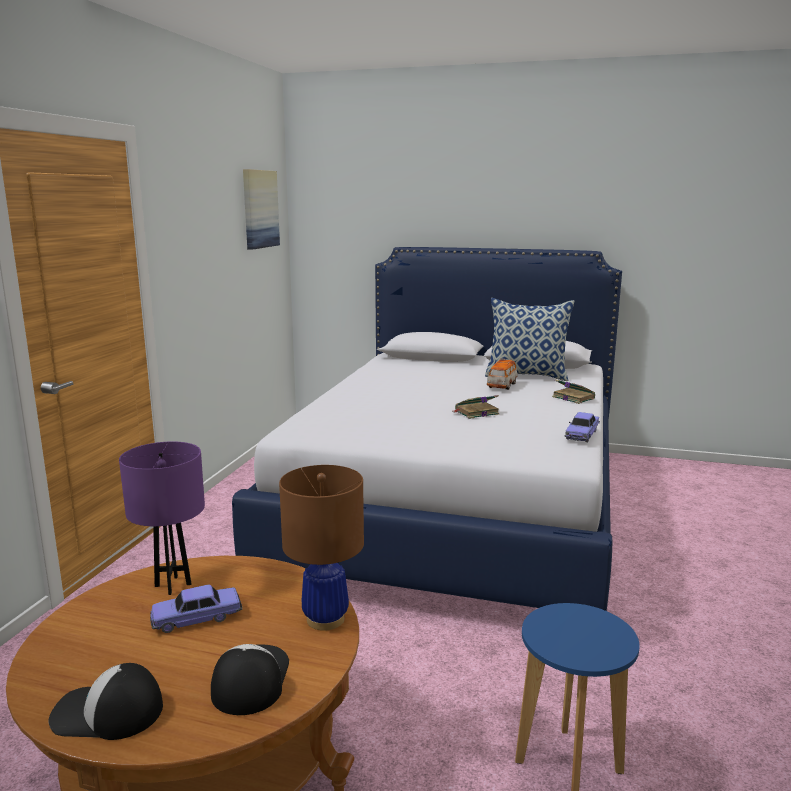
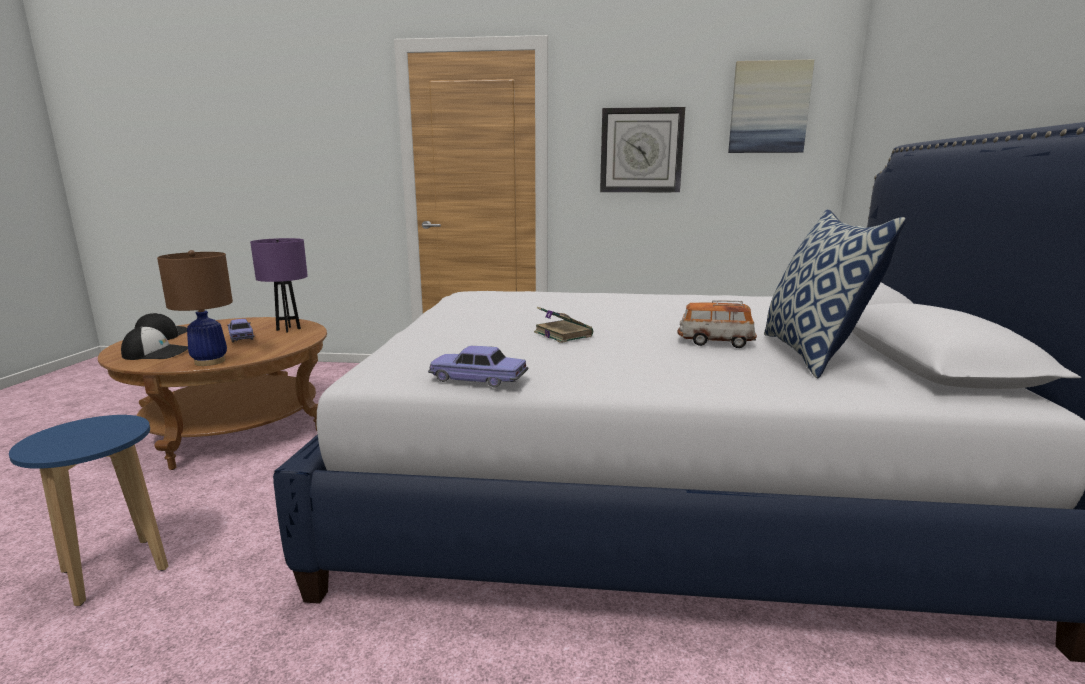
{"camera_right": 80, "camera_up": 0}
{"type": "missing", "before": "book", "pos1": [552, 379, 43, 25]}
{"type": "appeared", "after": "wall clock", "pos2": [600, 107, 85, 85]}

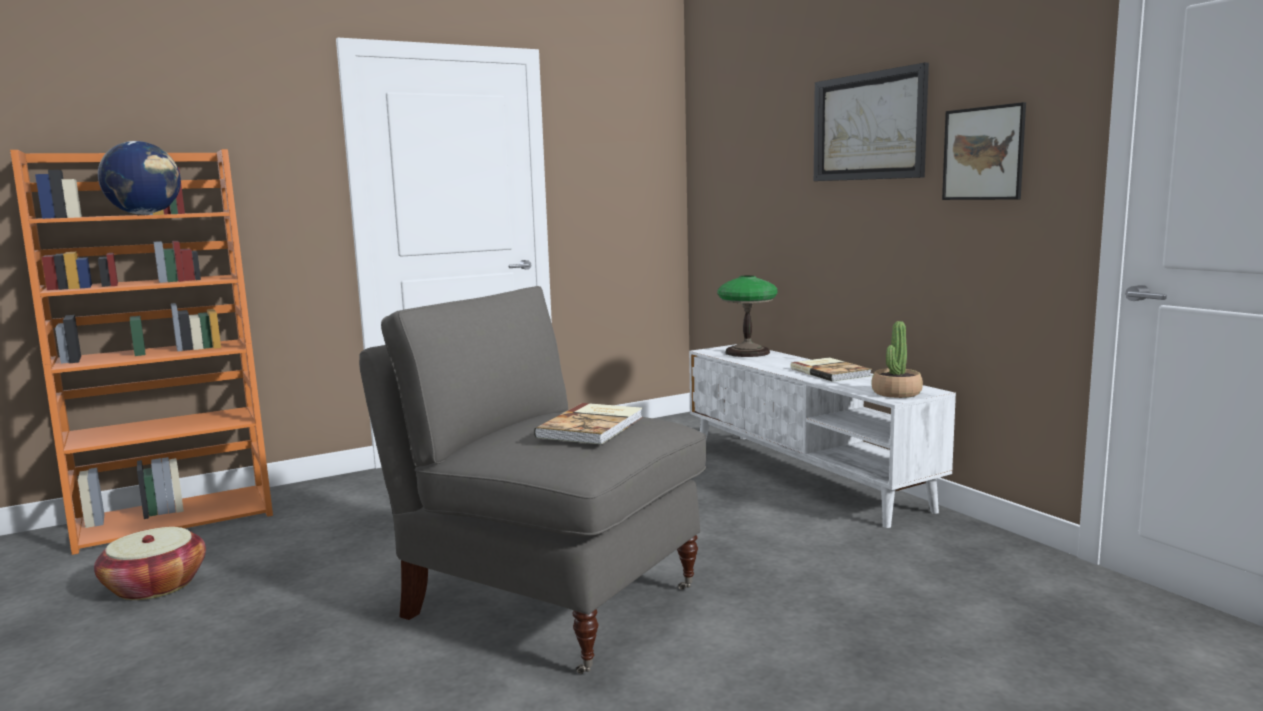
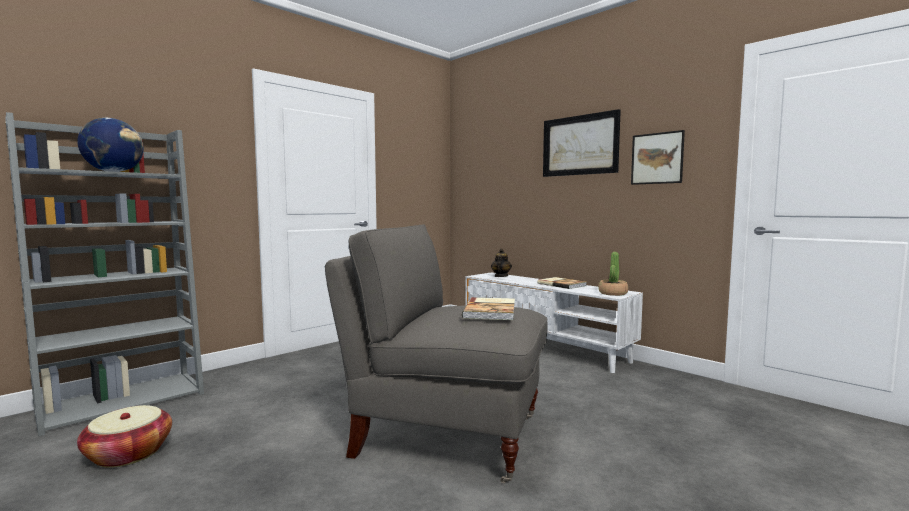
{"camera_right": -15, "camera_up": -5}
{"type": "colour", "before": "orange bookcase", "after": "grey bookcase", "pos1": [10, 149, 263, 406], "pos2": [5, 112, 199, 324]}
{"type": "exchanged", "before": "table lamp", "after": "teapot", "pos1": [717, 275, 61, 82], "pos2": [491, 249, 21, 28]}

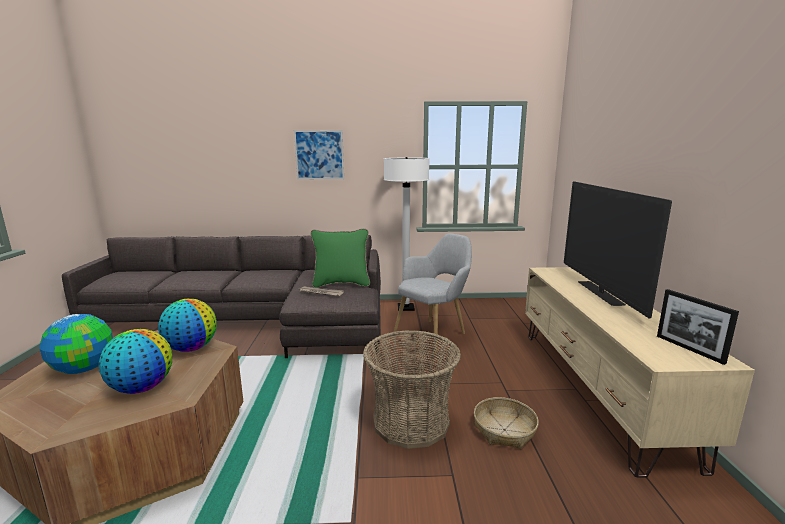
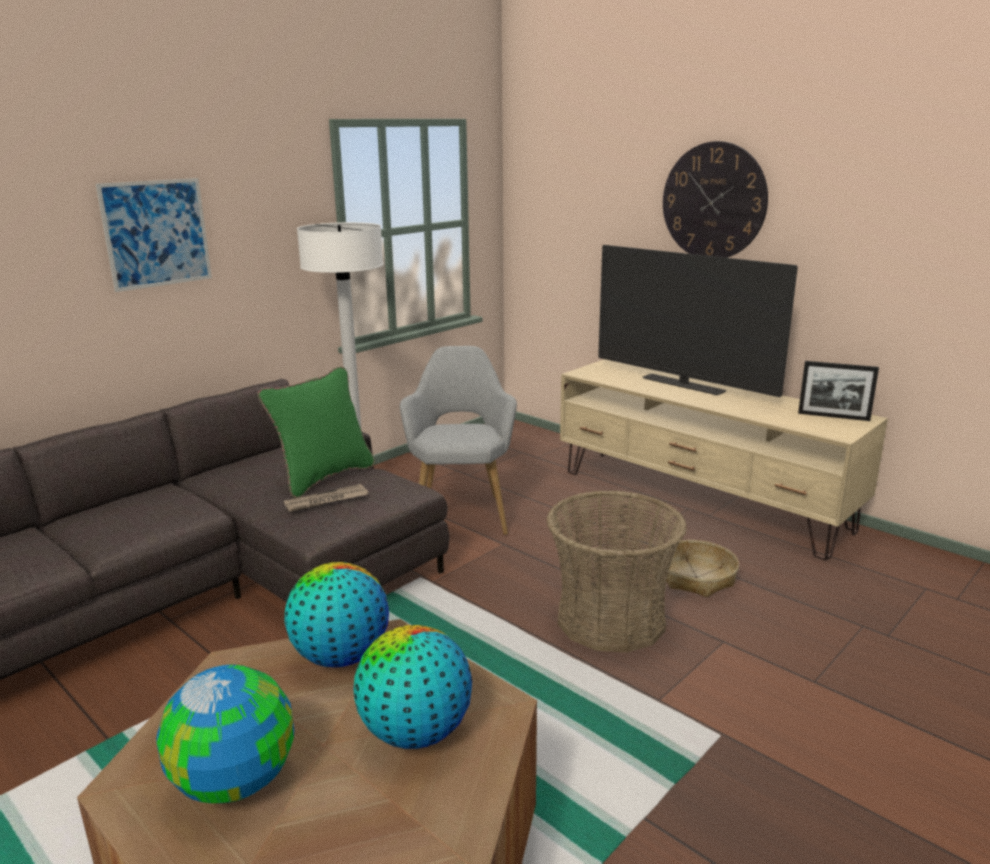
{"camera_right": -45, "camera_up": 5}
{"type": "appeared", "after": "wall clock", "pos2": [663, 141, 105, 117]}

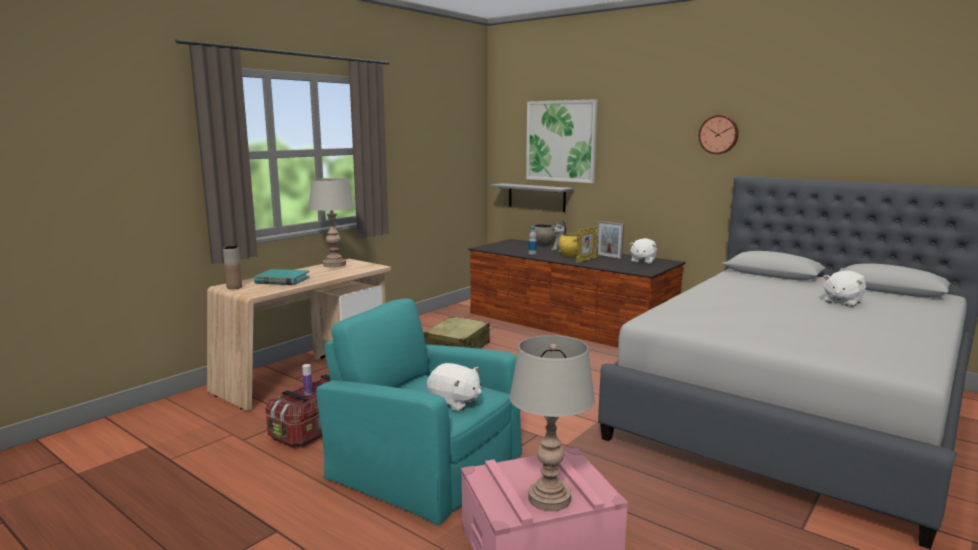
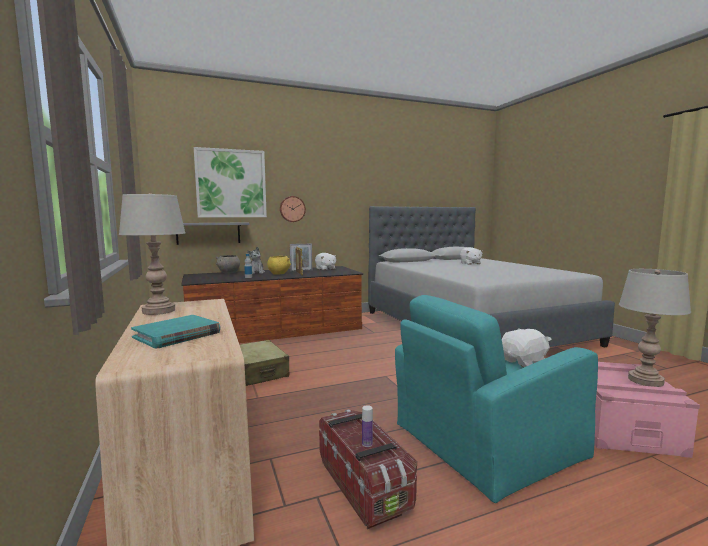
{"camera_right": -60, "camera_up": -5}
{"type": "missing", "before": "brown vase", "pos1": [223, 246, 19, 43]}
{"type": "relocated", "before": "wall clock", "pos1": [699, 115, 40, 39], "pos2": [280, 196, 26, 26]}

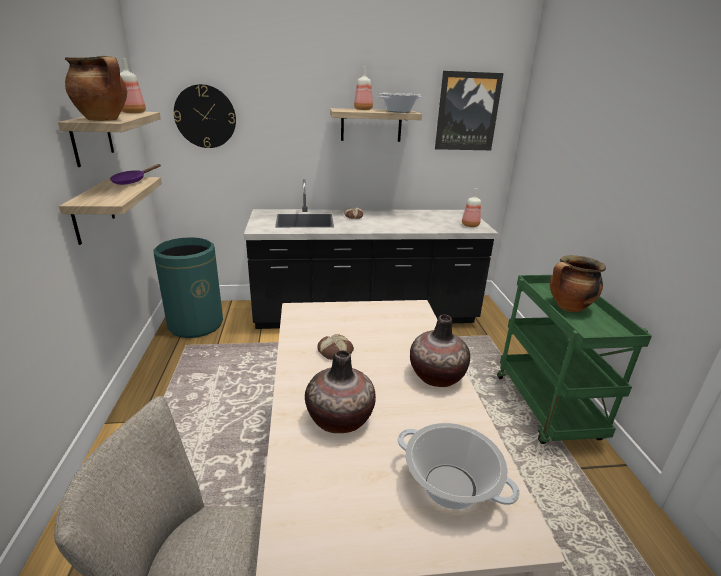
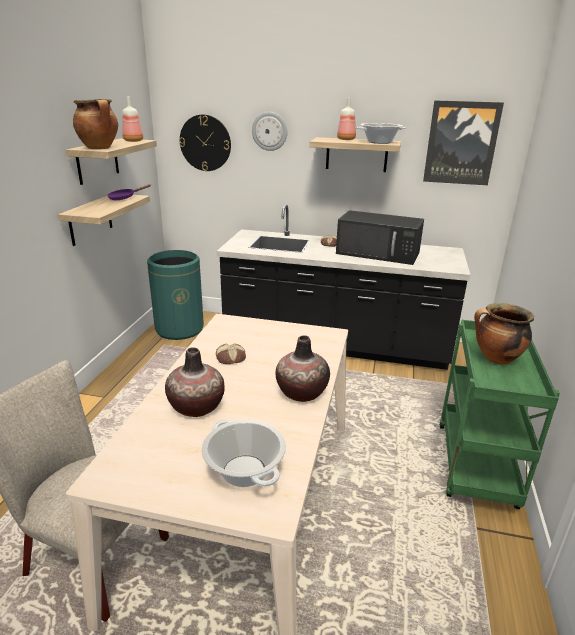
{"camera_right": 20, "camera_up": 0}
{"type": "missing", "before": "bottle", "pos1": [462, 188, 19, 39]}
{"type": "appeared", "after": "wall clock", "pos2": [252, 112, 36, 39]}
{"type": "appeared", "after": "black microwave", "pos2": [336, 210, 88, 55]}

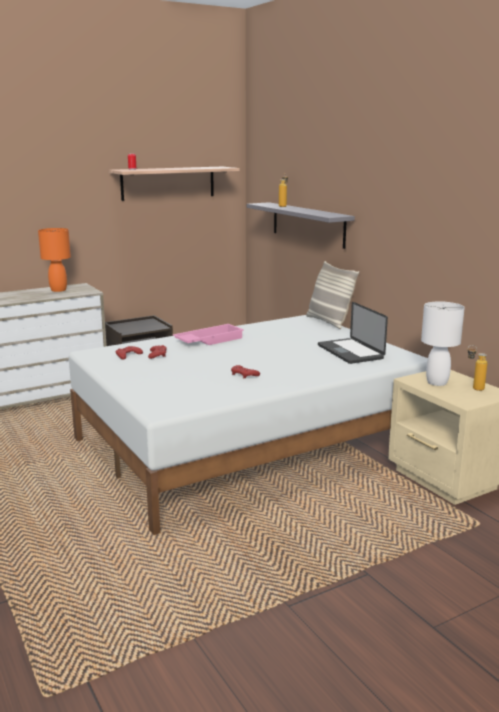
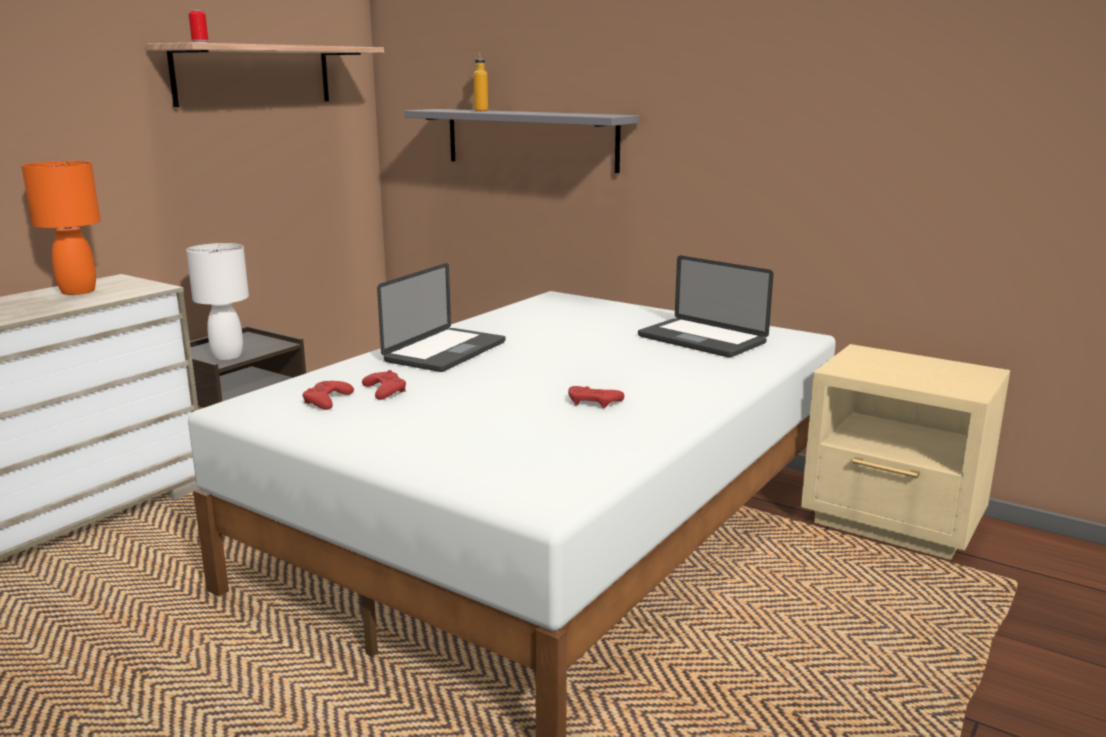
{"camera_right": -25, "camera_up": 0}
{"type": "exchanged", "before": "pink tray", "after": "laptop", "pos1": [173, 324, 71, 21], "pos2": [377, 263, 128, 109]}
{"type": "missing", "before": "pillow", "pos1": [306, 261, 53, 68]}
{"type": "relocated", "before": "white table lamp", "pos1": [421, 301, 44, 85], "pos2": [186, 243, 63, 117]}
{"type": "missing", "before": "bottle", "pos1": [467, 345, 20, 46]}

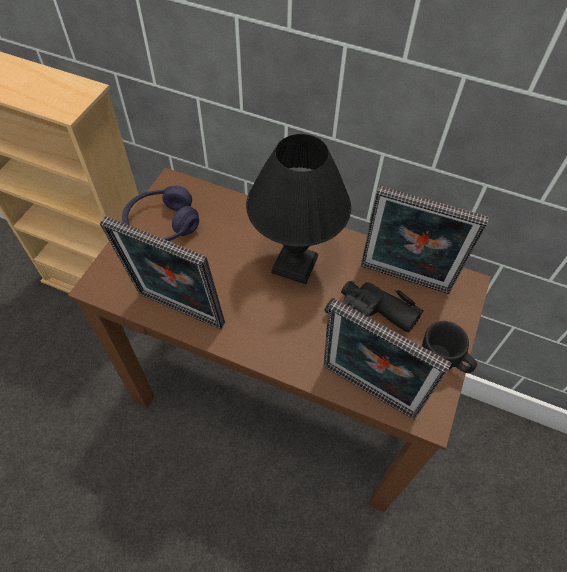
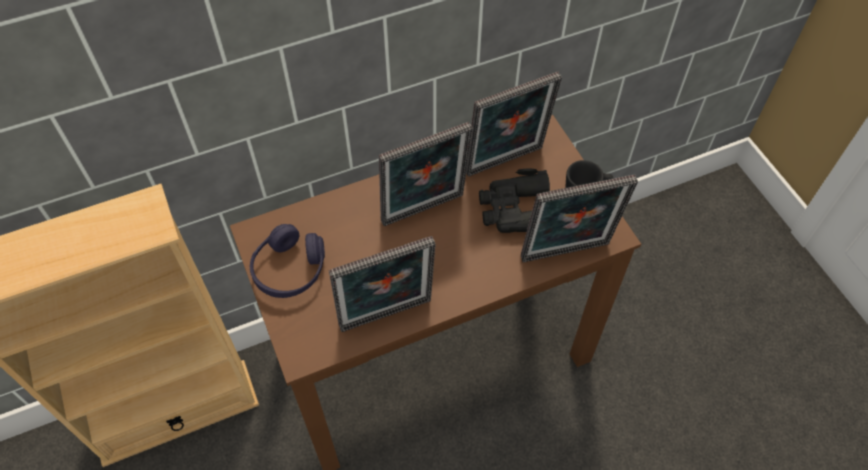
{"camera_right": -45, "camera_up": 0}
{"type": "exchanged", "before": "black table lamp", "after": "picture frame", "pos1": [246, 134, 105, 150], "pos2": [379, 122, 94, 104]}

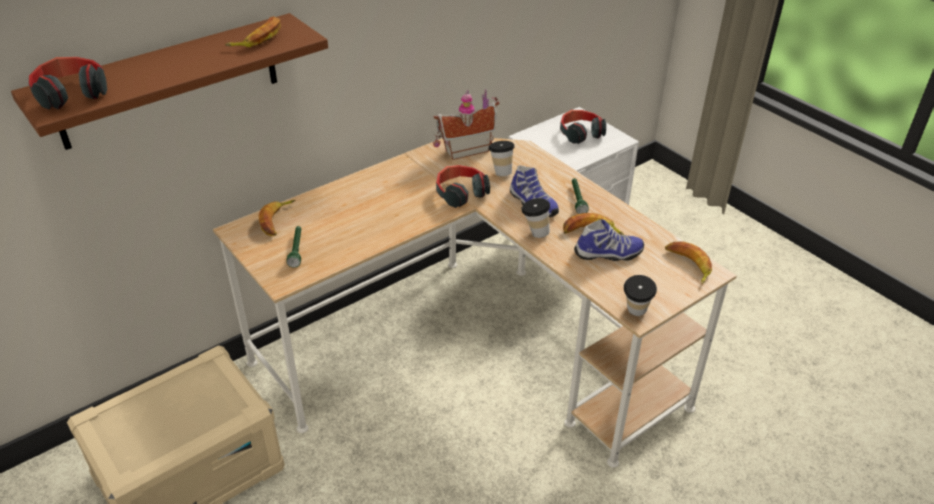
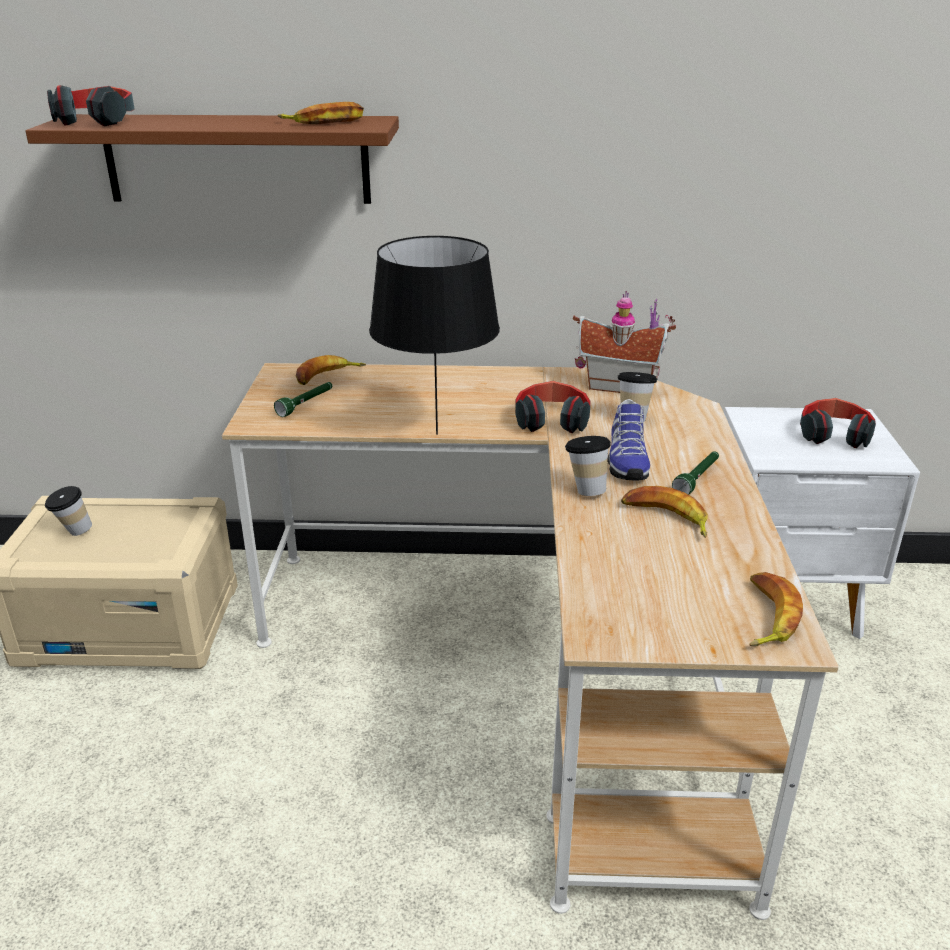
{"camera_right": 40, "camera_up": -10}
{"type": "missing", "before": "shoe", "pos1": [574, 219, 70, 42]}
{"type": "relocated", "before": "cup", "pos1": [624, 275, 33, 41], "pos2": [45, 486, 47, 50]}
{"type": "appeared", "after": "black table lamp", "pos2": [369, 236, 131, 199]}

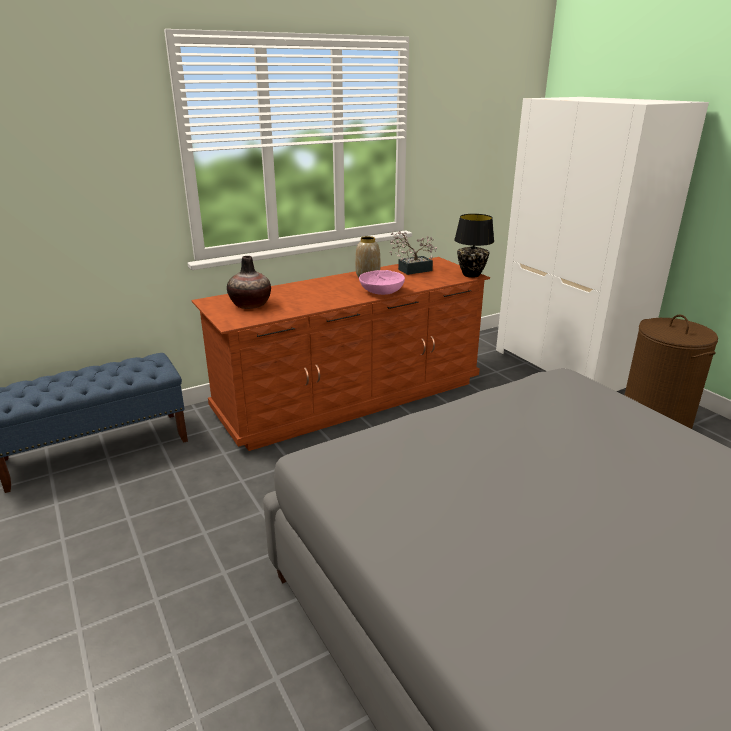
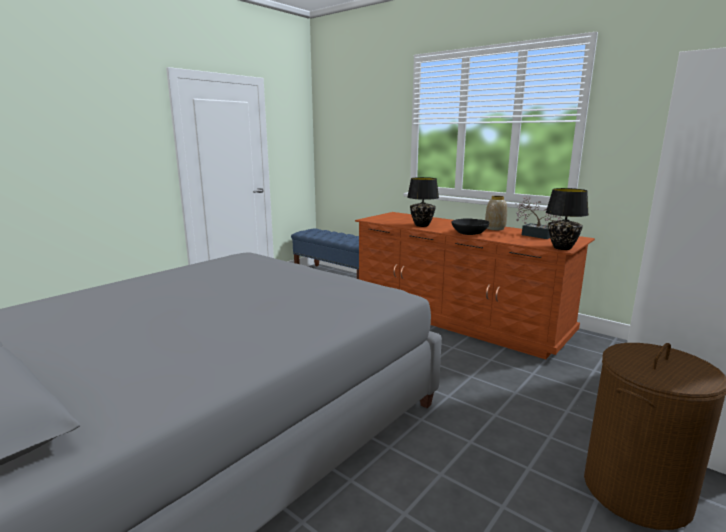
{"camera_right": 70, "camera_up": -10}
{"type": "missing", "before": "vase", "pos1": [227, 256, 44, 53]}
{"type": "colour", "before": "pink bowl", "after": "black bowl", "pos1": [359, 270, 46, 25], "pos2": [451, 218, 38, 17]}
{"type": "appeared", "after": "black table lamp", "pos2": [407, 177, 32, 50]}

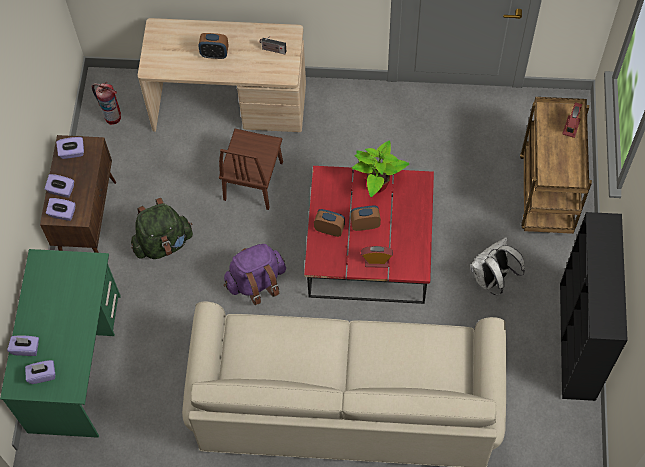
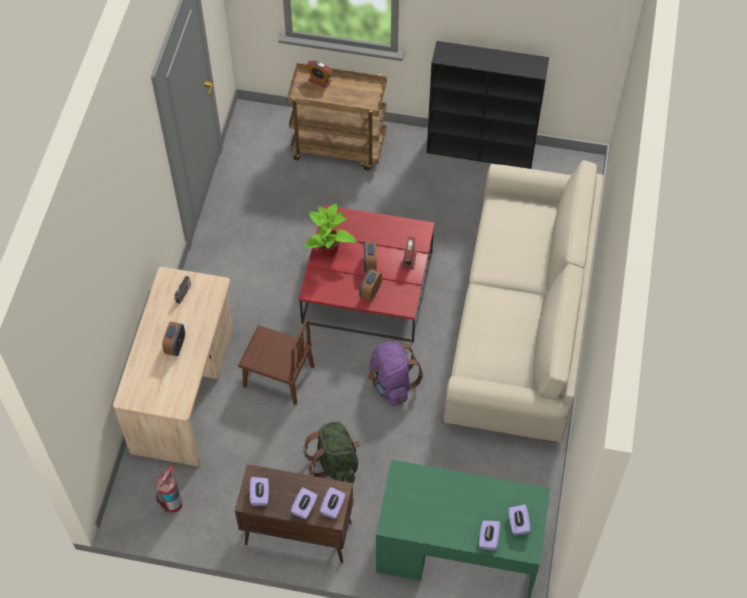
{"camera_right": -85, "camera_up": -5}
{"type": "missing", "before": "white backpack", "pos1": [471, 237, 54, 59]}

